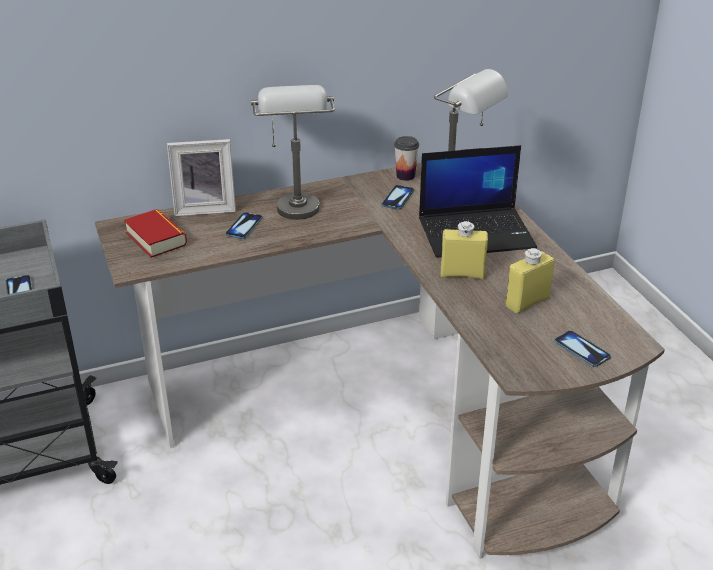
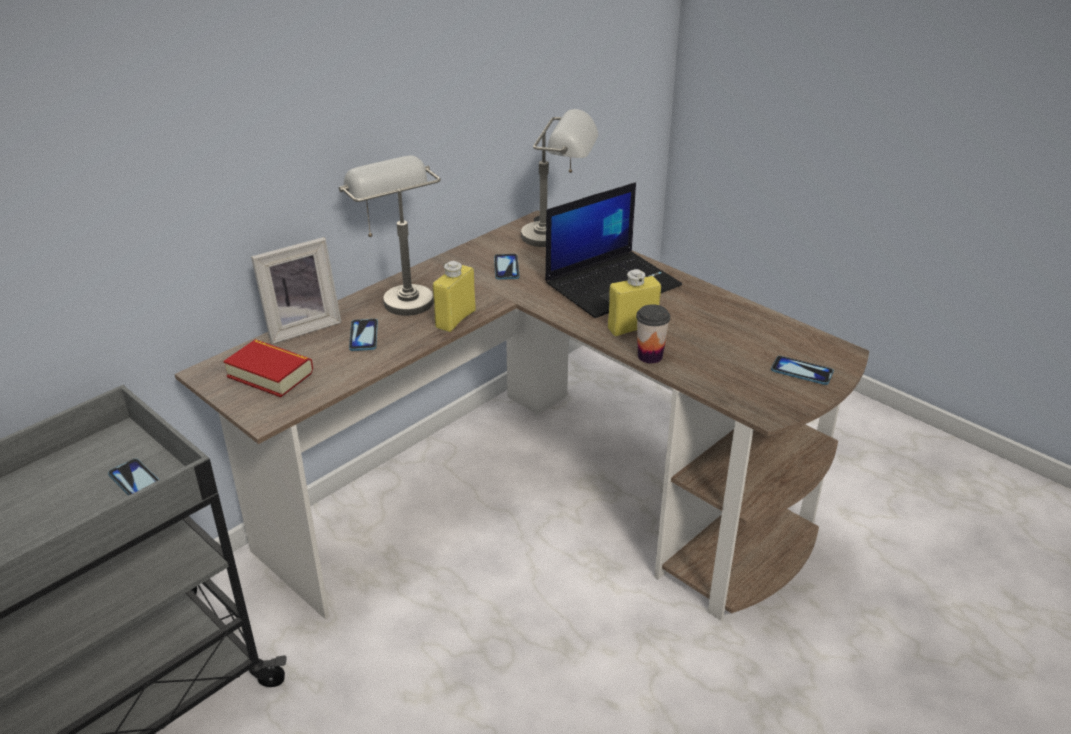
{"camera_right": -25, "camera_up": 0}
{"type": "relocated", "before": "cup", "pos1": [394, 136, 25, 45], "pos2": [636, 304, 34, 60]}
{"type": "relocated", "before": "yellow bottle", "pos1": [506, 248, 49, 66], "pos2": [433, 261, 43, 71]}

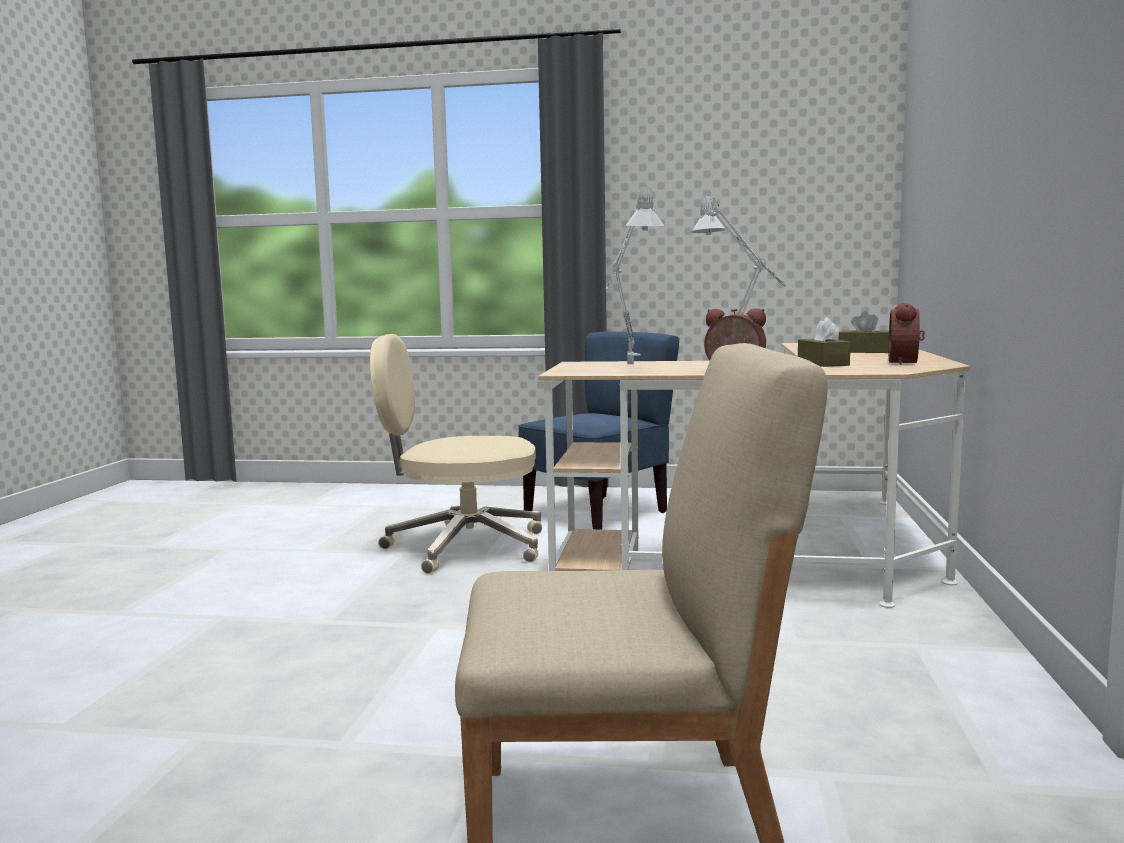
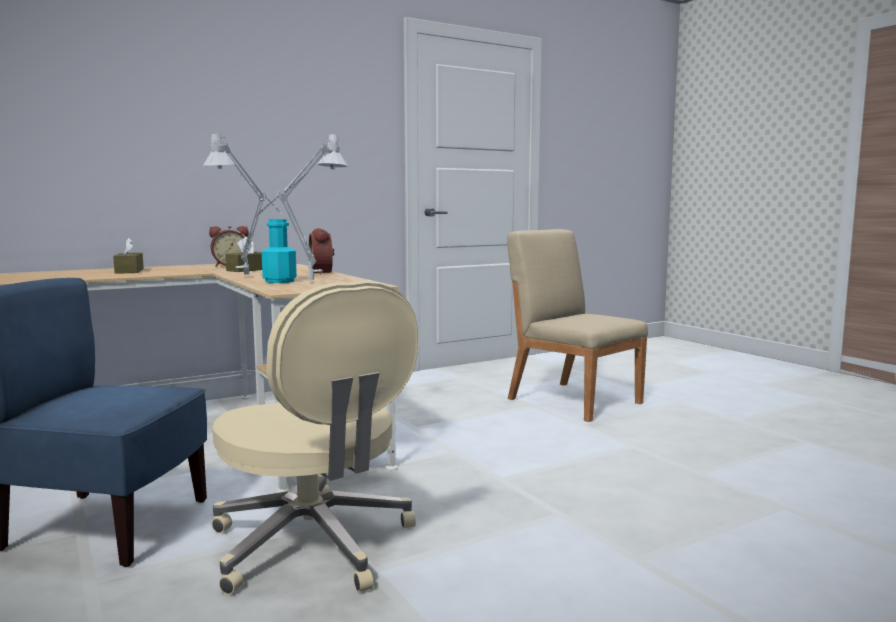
{"camera_right": -130, "camera_up": 0}
{"type": "appeared", "after": "turquoise bottle", "pos2": [262, 219, 35, 64]}

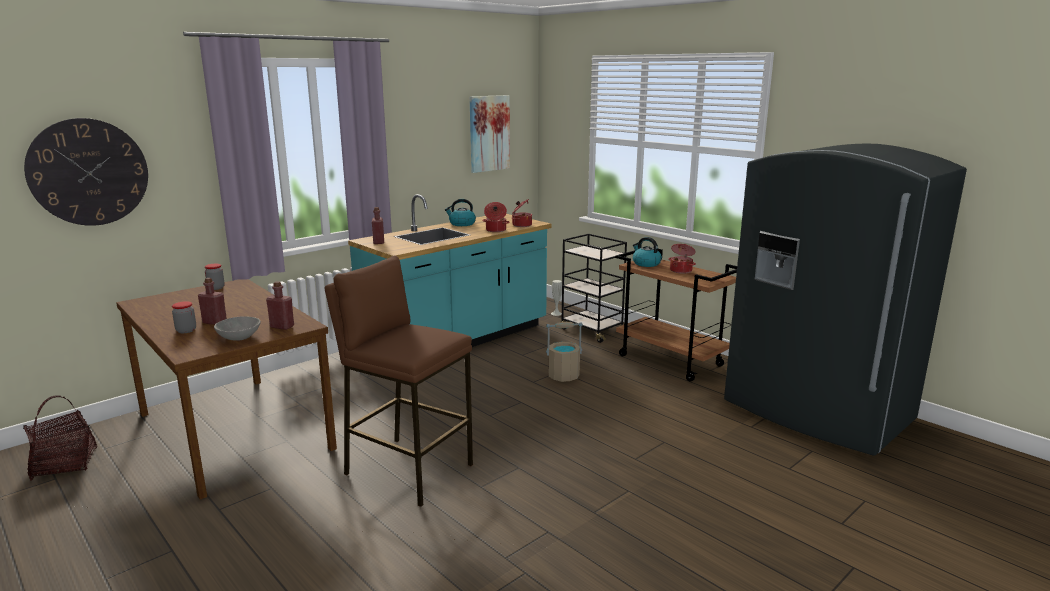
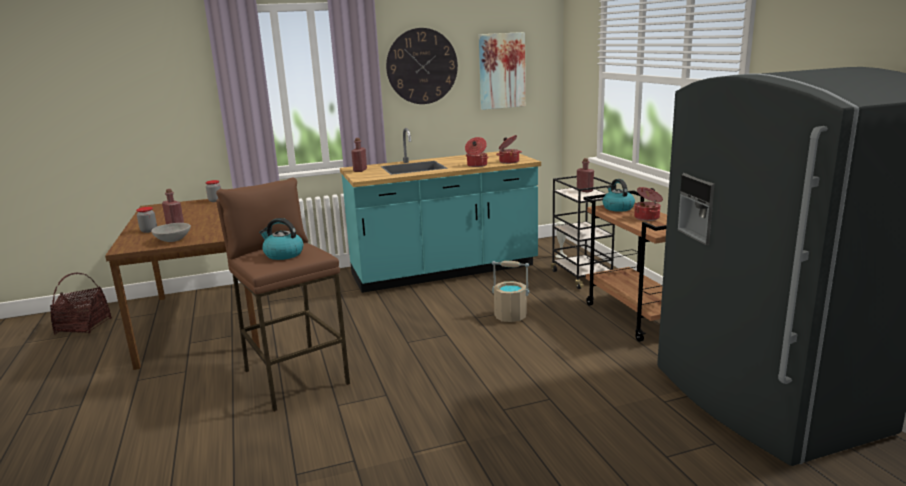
{"camera_right": 25, "camera_up": 0}
{"type": "relocated", "before": "wall clock", "pos1": [24, 118, 124, 108], "pos2": [386, 28, 72, 76]}
{"type": "relocated", "before": "red bottle", "pos1": [266, 281, 28, 49], "pos2": [577, 158, 17, 35]}
{"type": "relocated", "before": "kettle", "pos1": [445, 199, 31, 27], "pos2": [259, 218, 44, 42]}

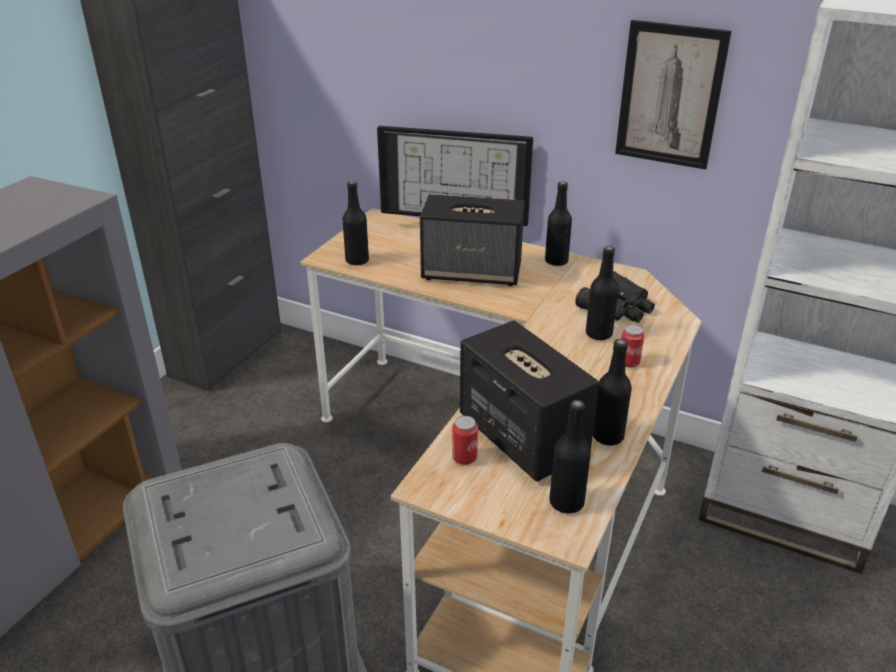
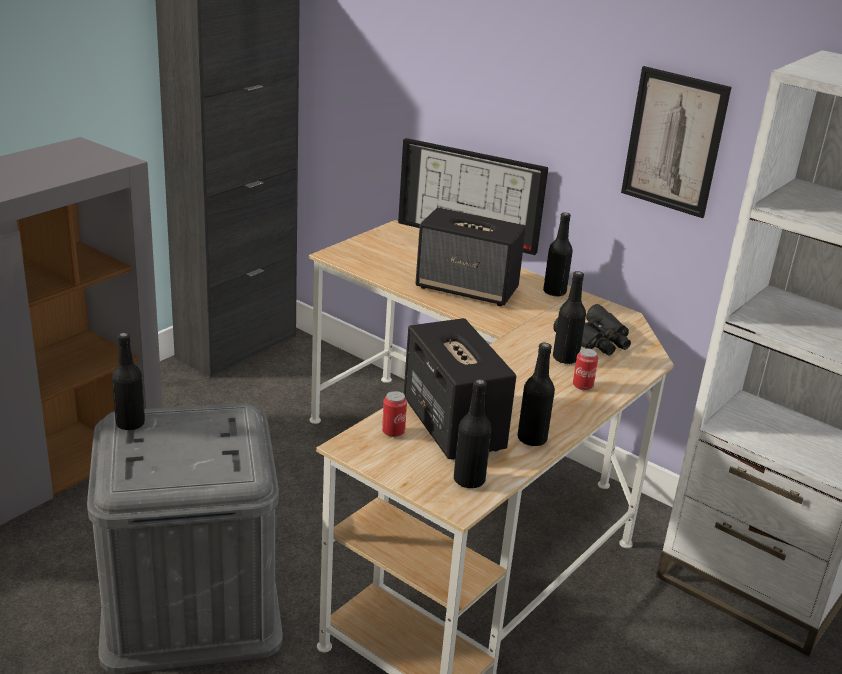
{"camera_right": 10, "camera_up": -5}
{"type": "relocated", "before": "black bottle", "pos1": [342, 181, 27, 85], "pos2": [112, 332, 33, 99]}

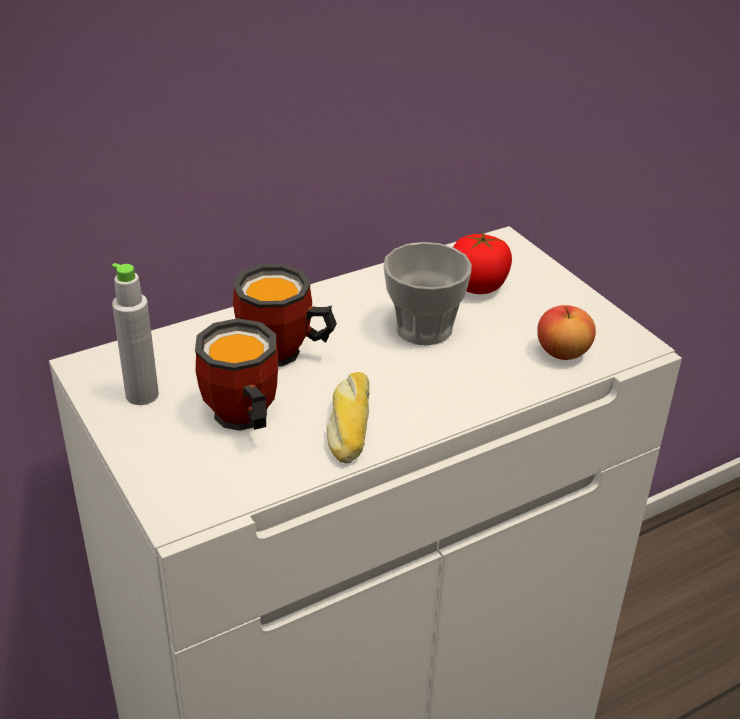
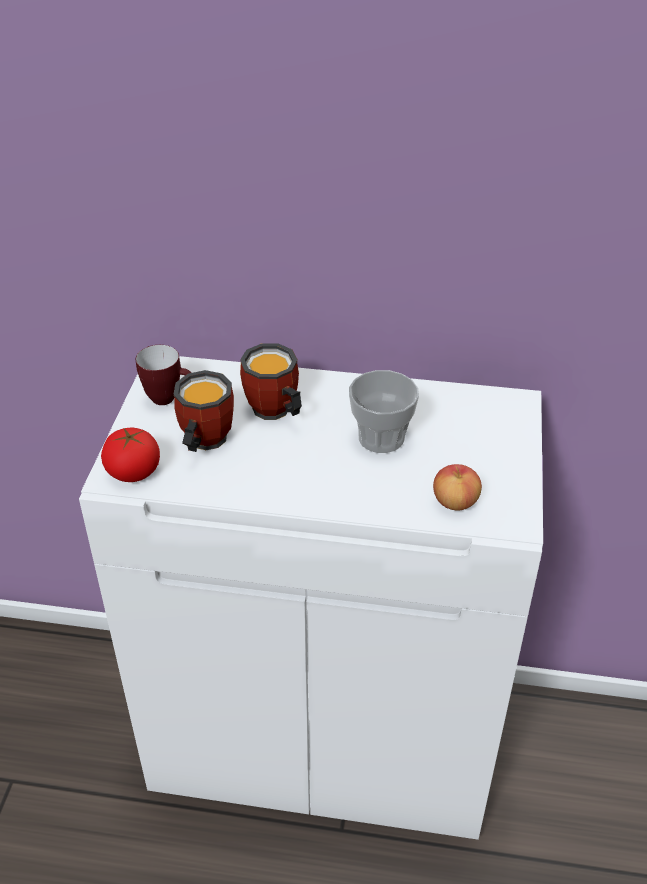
{"camera_right": 40, "camera_up": 5}
{"type": "exchanged", "before": "grey bottle", "after": "mug", "pos1": [112, 263, 47, 142], "pos2": [136, 345, 55, 60]}
{"type": "missing", "before": "bread", "pos1": [327, 372, 42, 91]}
{"type": "relocated", "before": "tomato", "pos1": [453, 232, 59, 62], "pos2": [101, 428, 59, 54]}

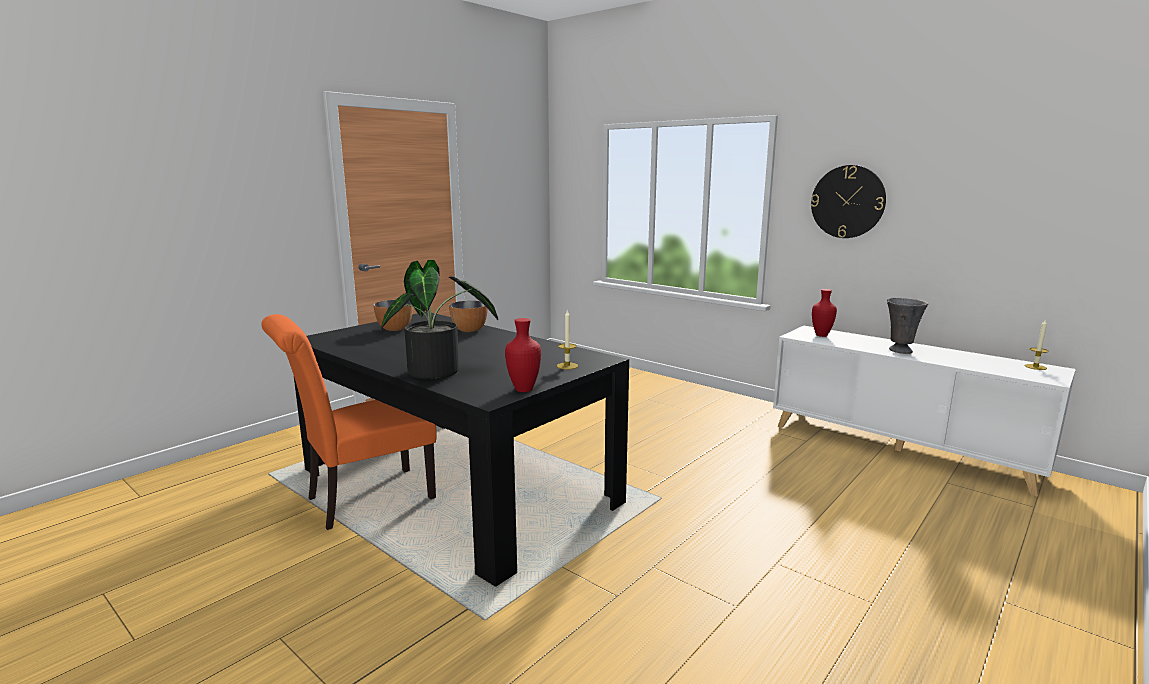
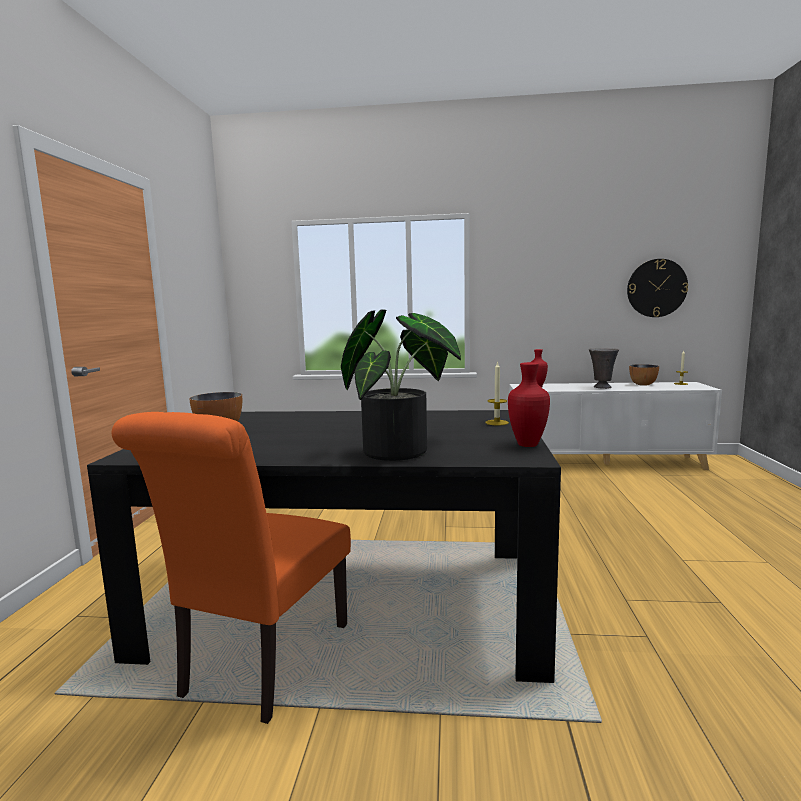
{"camera_right": -35, "camera_up": -5}
{"type": "relocated", "before": "bowl", "pos1": [449, 301, 39, 31], "pos2": [629, 364, 30, 22]}
{"type": "relocated", "before": "wall clock", "pos1": [811, 165, 75, 73], "pos2": [627, 259, 61, 58]}

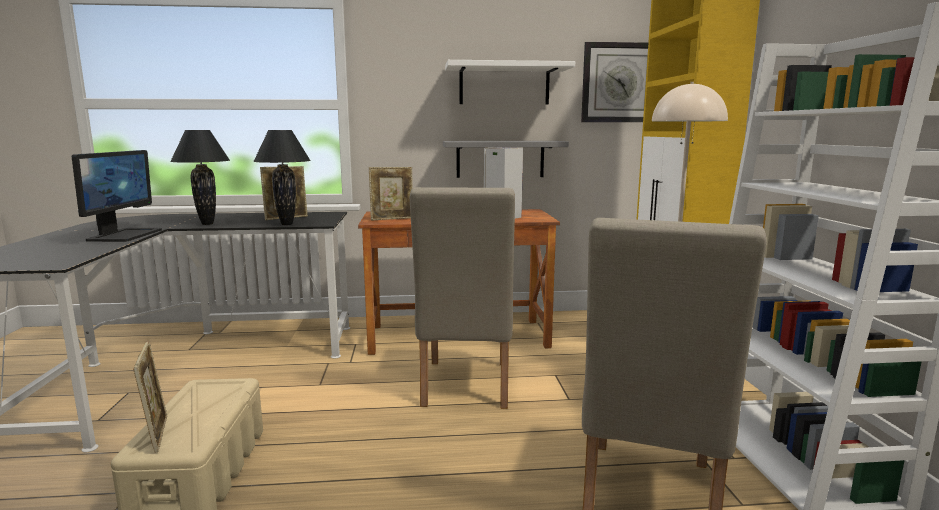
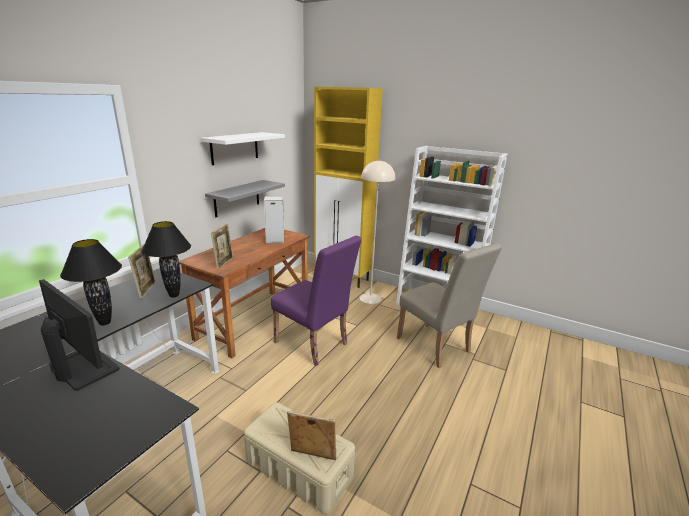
{"camera_right": -55, "camera_up": 10}
{"type": "colour", "before": "beige chair", "after": "purple chair", "pos1": [410, 187, 105, 222], "pos2": [271, 235, 91, 131]}
{"type": "missing", "before": "wall clock", "pos1": [581, 42, 67, 80]}

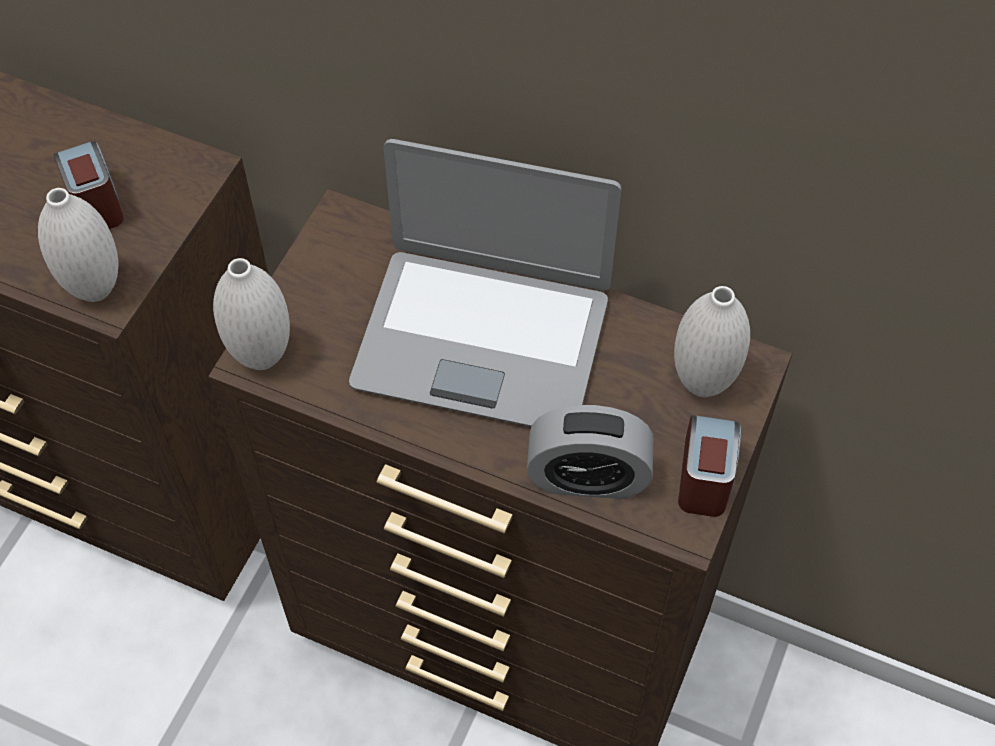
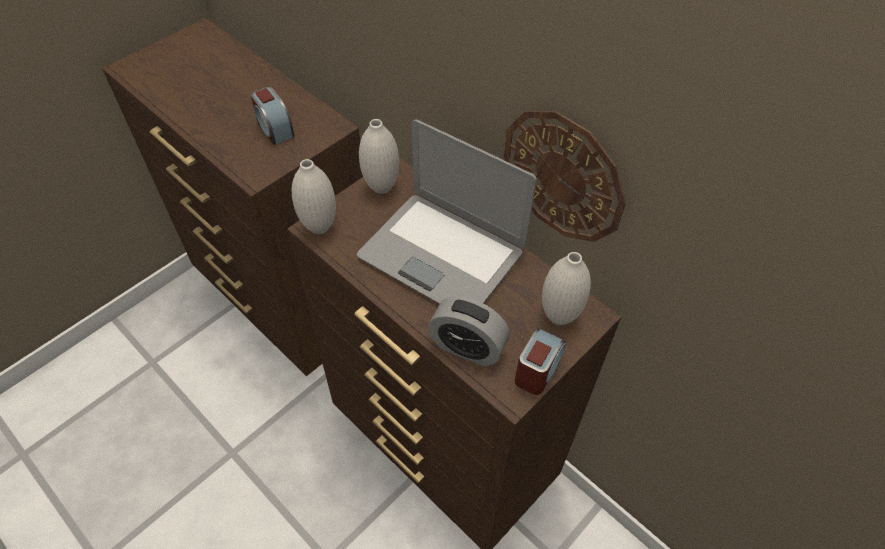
{"camera_right": 20, "camera_up": -5}
{"type": "relocated", "before": "white vase", "pos1": [38, 188, 81, 114], "pos2": [359, 119, 40, 75]}
{"type": "spun", "before": "alarm clock", "pos1": [54, 141, 70, 88], "pos2": [251, 87, 44, 58], "turn": 150}
{"type": "appeared", "after": "wall clock", "pos2": [504, 111, 122, 131]}

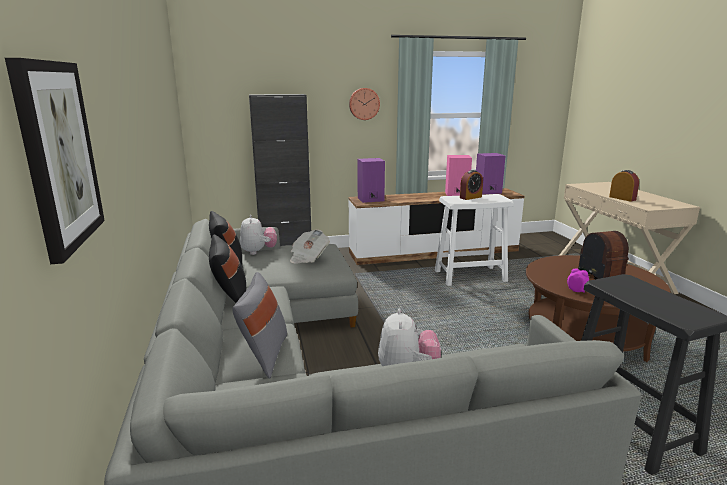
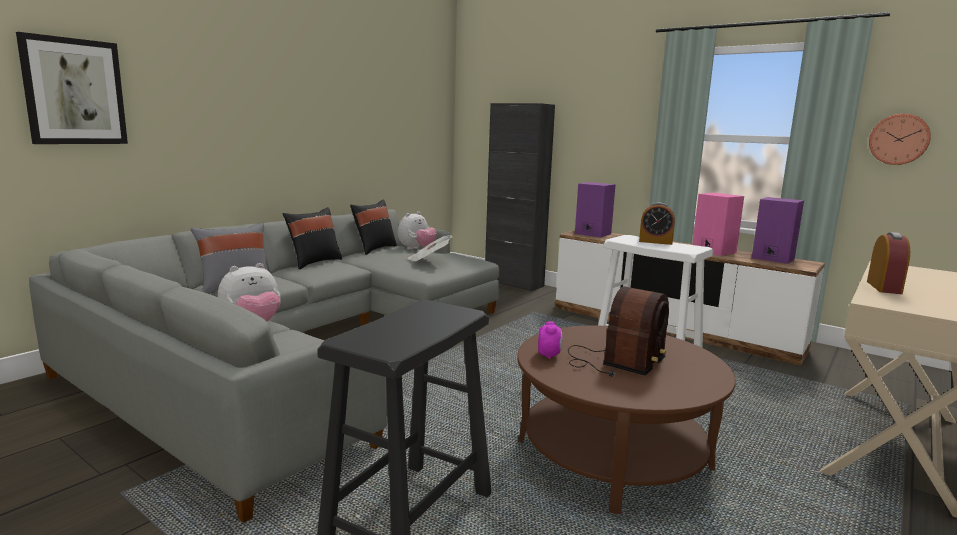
{"camera_right": 50, "camera_up": -5}
{"type": "relocated", "before": "wall clock", "pos1": [349, 88, 31, 32], "pos2": [869, 114, 62, 51]}

